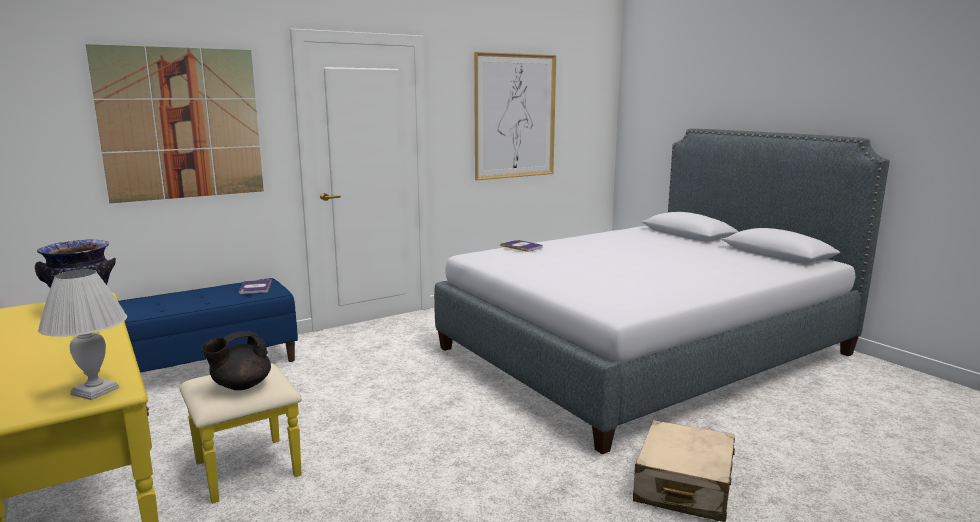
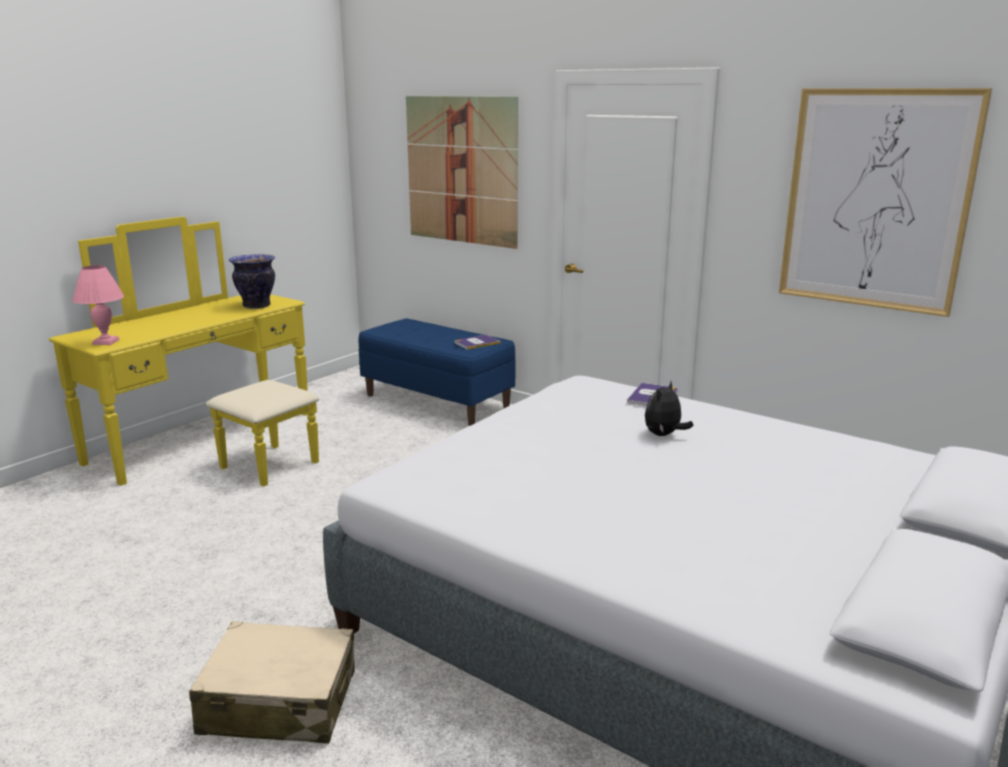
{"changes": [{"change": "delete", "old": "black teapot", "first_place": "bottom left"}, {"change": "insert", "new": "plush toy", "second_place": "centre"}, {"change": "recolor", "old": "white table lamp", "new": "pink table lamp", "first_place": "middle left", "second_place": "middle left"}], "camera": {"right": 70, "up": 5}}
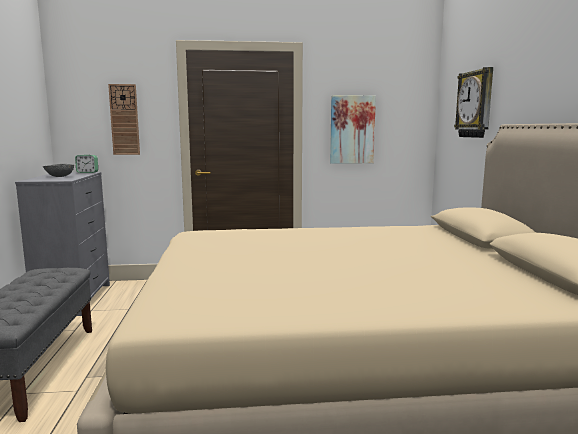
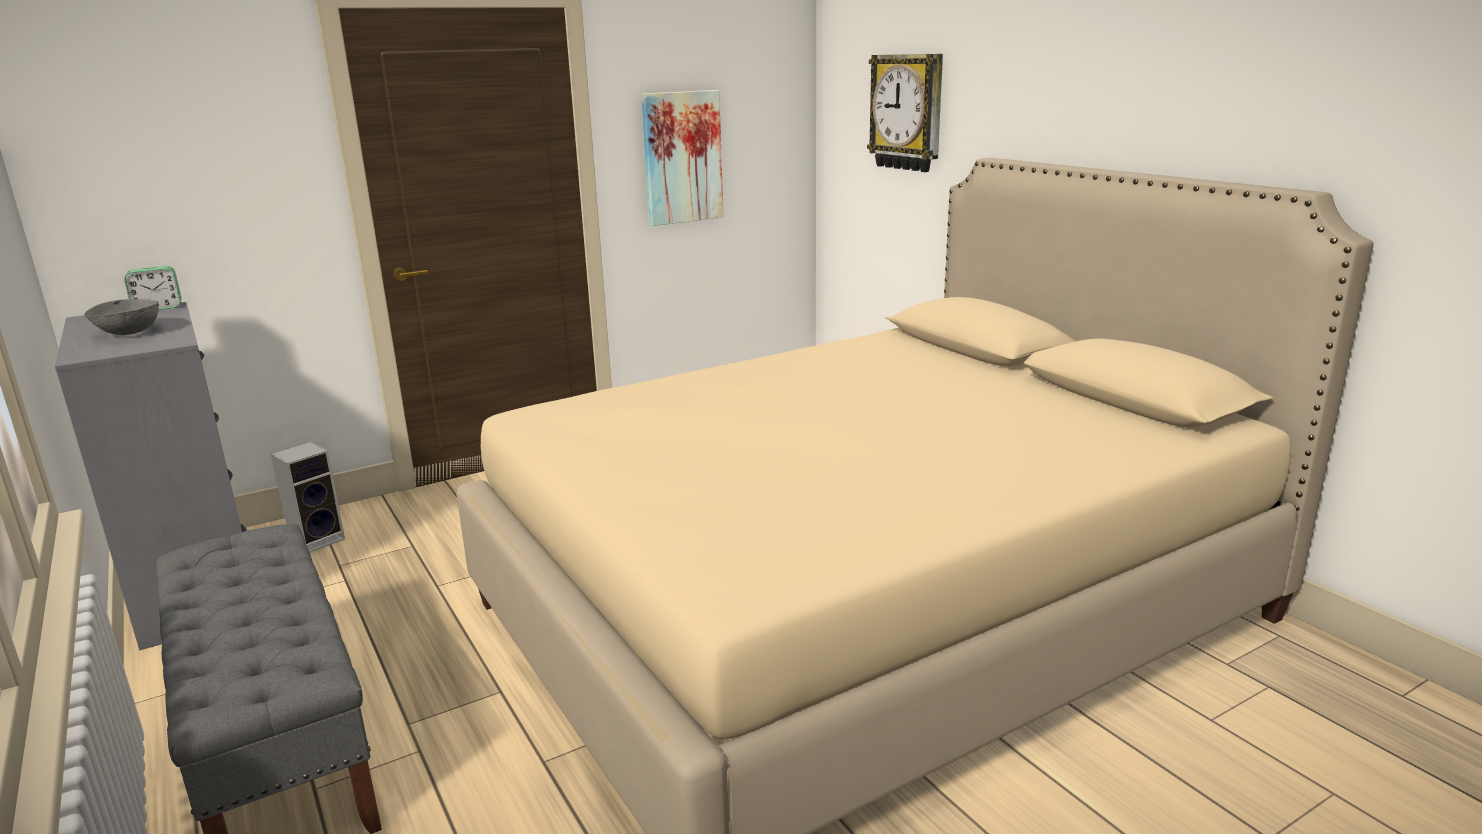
{"changes": [{"change": "delete", "old": "wall clock (1st from left)", "first_place": "top left"}, {"change": "insert", "new": "speaker", "second_place": "middle left"}], "camera": {"right": -25, "up": 10}}
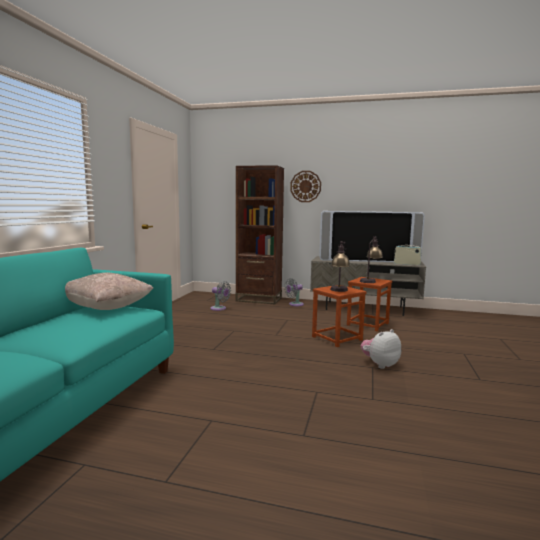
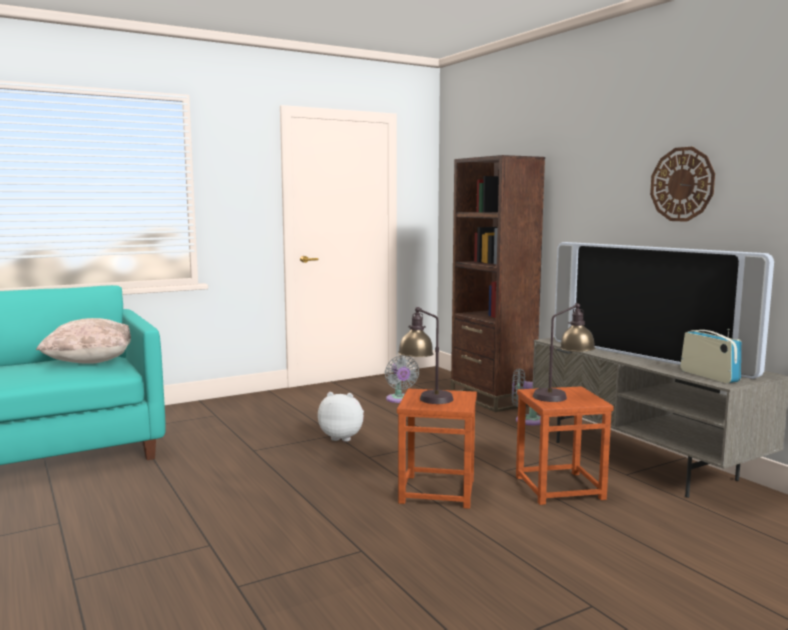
{"changes": [{"change": "move", "old": "wall clock", "first_place": "centre", "second_place": "top right"}, {"change": "move", "old": "plush toy", "first_place": "middle right", "second_place": "centre"}], "camera": {"right": 45, "up": 0}}
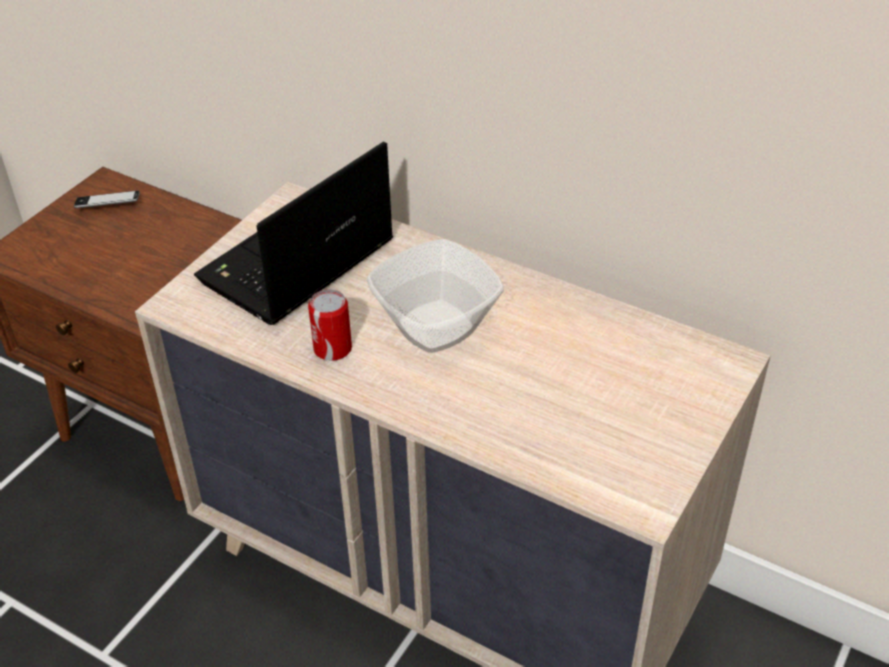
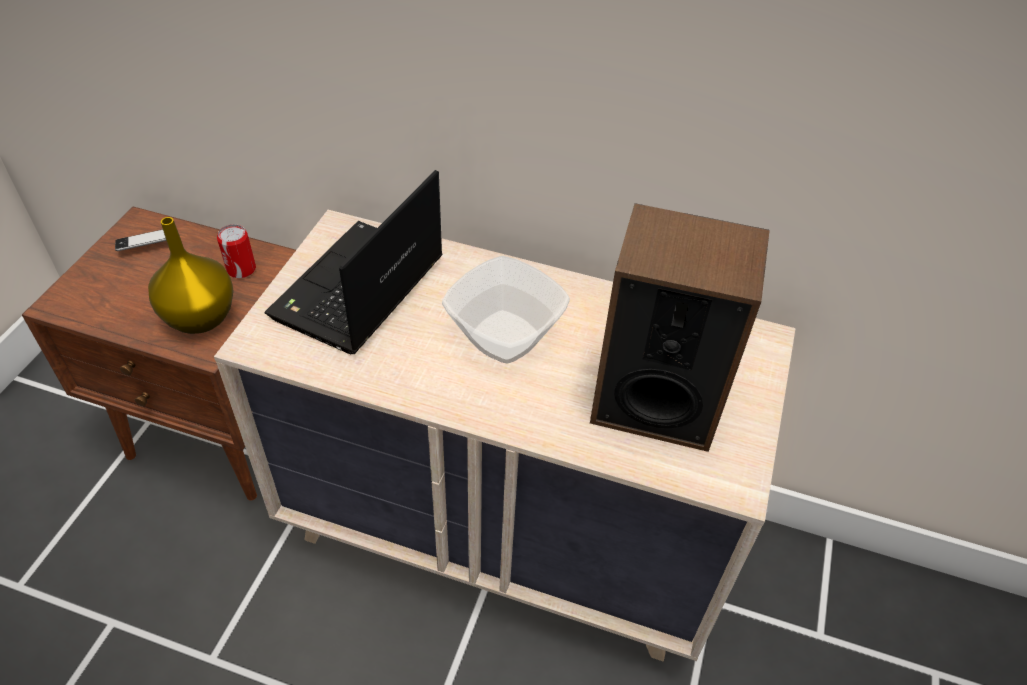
{"changes": [{"change": "insert", "new": "yellow vase", "second_place": "middle left"}, {"change": "insert", "new": "speaker", "second_place": "centre"}, {"change": "move", "old": "can", "first_place": "centre", "second_place": "middle left"}], "camera": {"right": -15, "up": 5}}
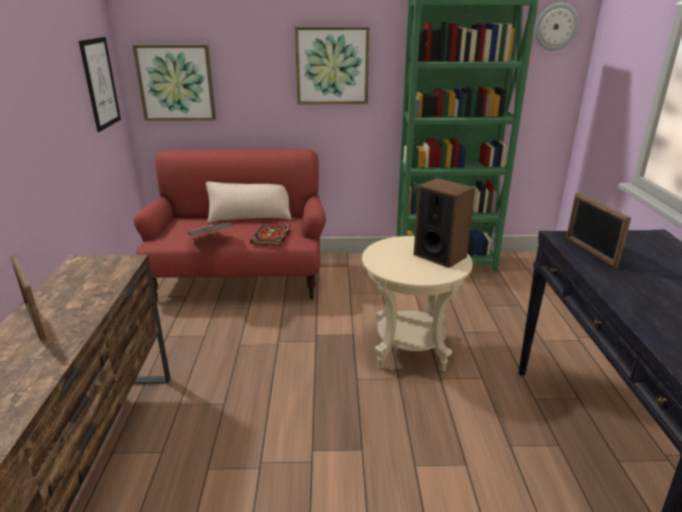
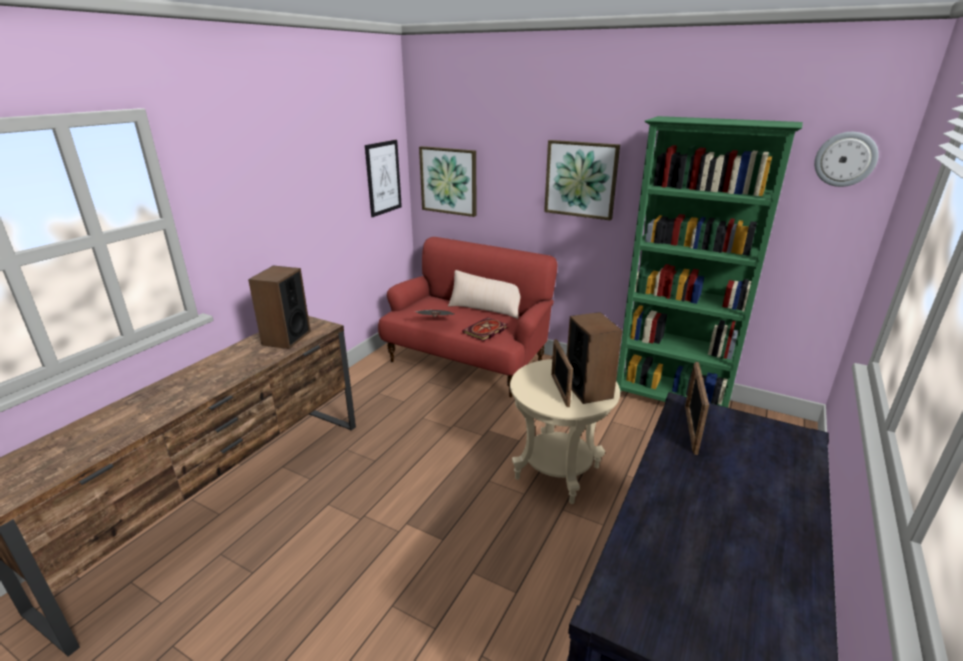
{"changes": [{"change": "insert", "new": "speaker (1st from left)", "second_place": "middle left"}, {"change": "move", "old": "picture frame (1st from left)", "first_place": "middle left", "second_place": "centre"}], "camera": {"right": 30, "up": 0}}
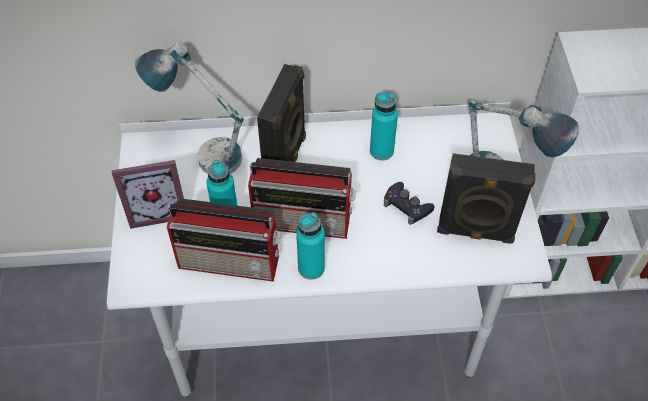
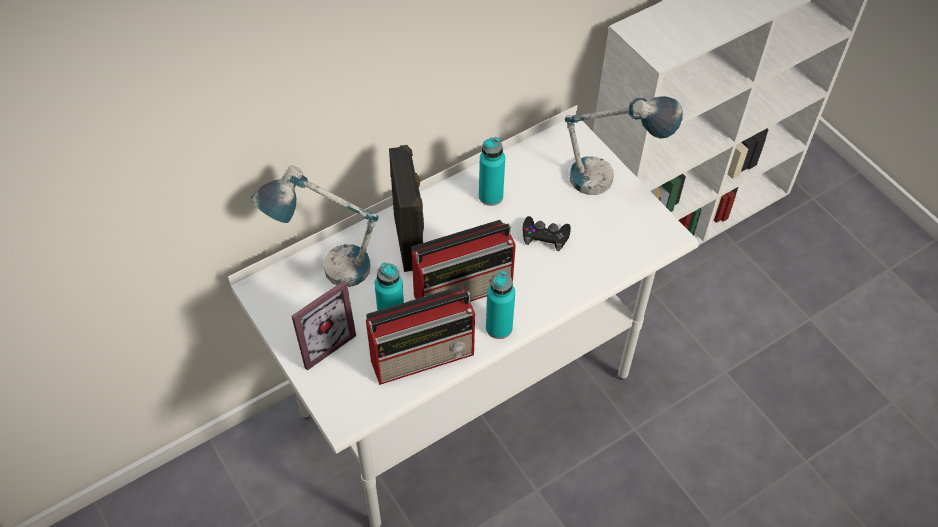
{"changes": [{"change": "delete", "old": "black speaker (2nd from left)", "first_place": "middle right"}], "camera": {"right": -30, "up": 0}}
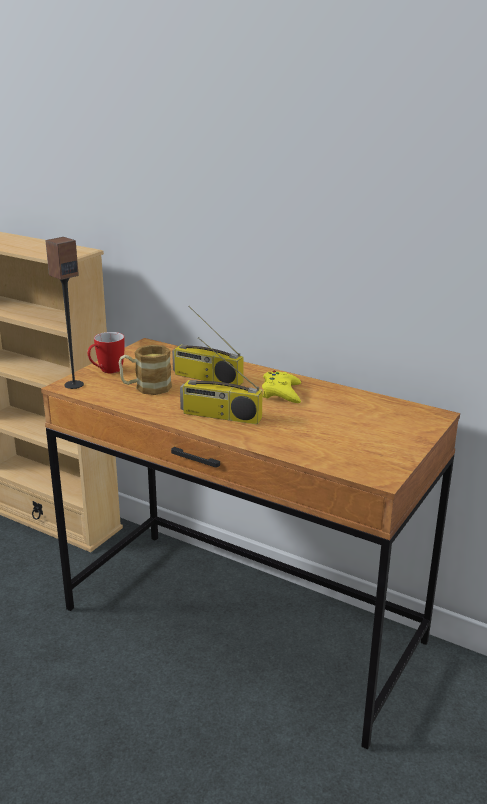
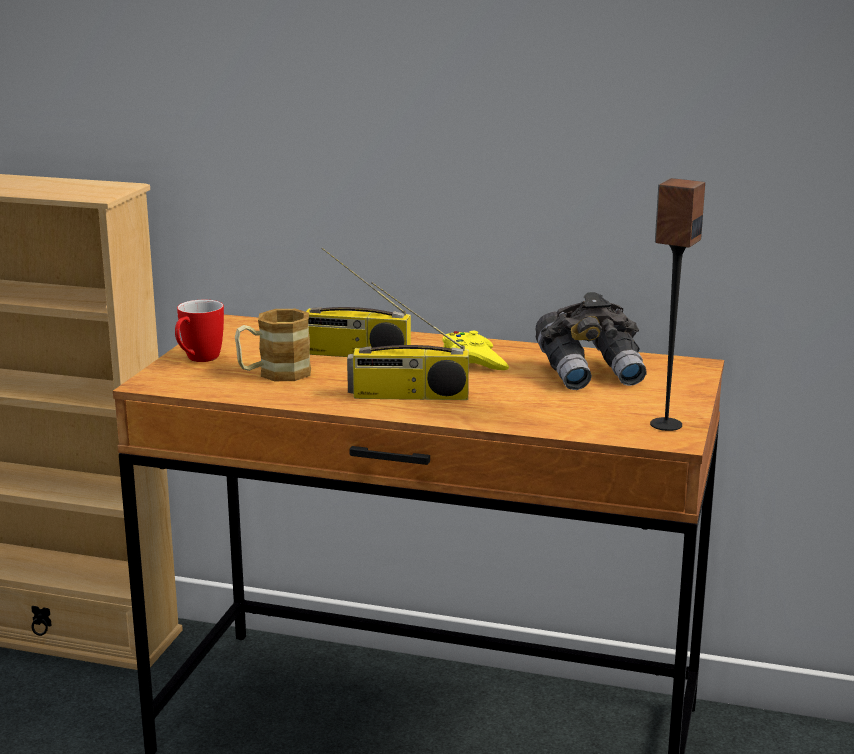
{"changes": [{"change": "insert", "new": "grey binoculars", "second_place": "middle right"}, {"change": "move", "old": "speaker", "first_place": "middle left", "second_place": "middle right"}], "camera": {"right": -15, "up": -5}}
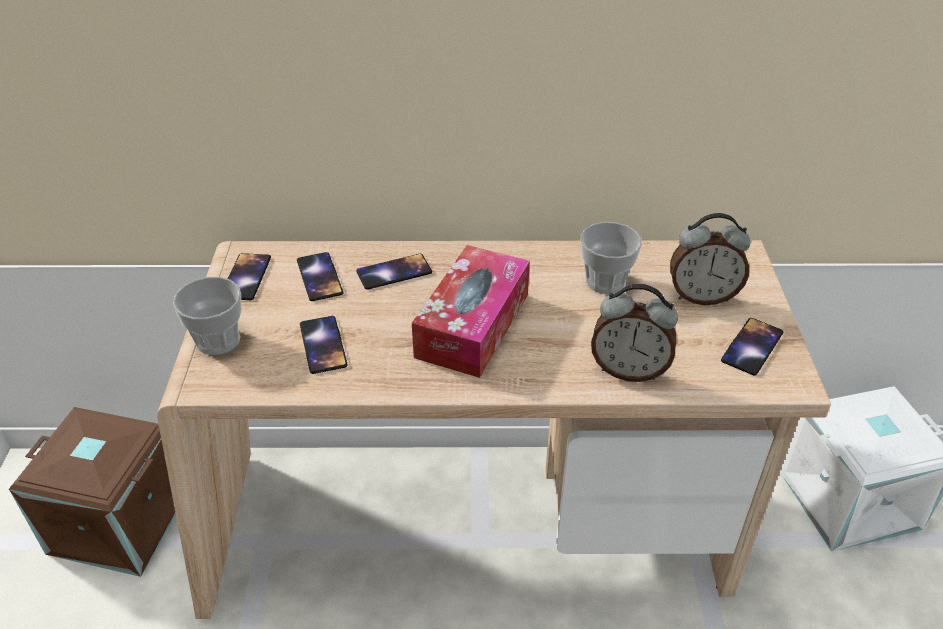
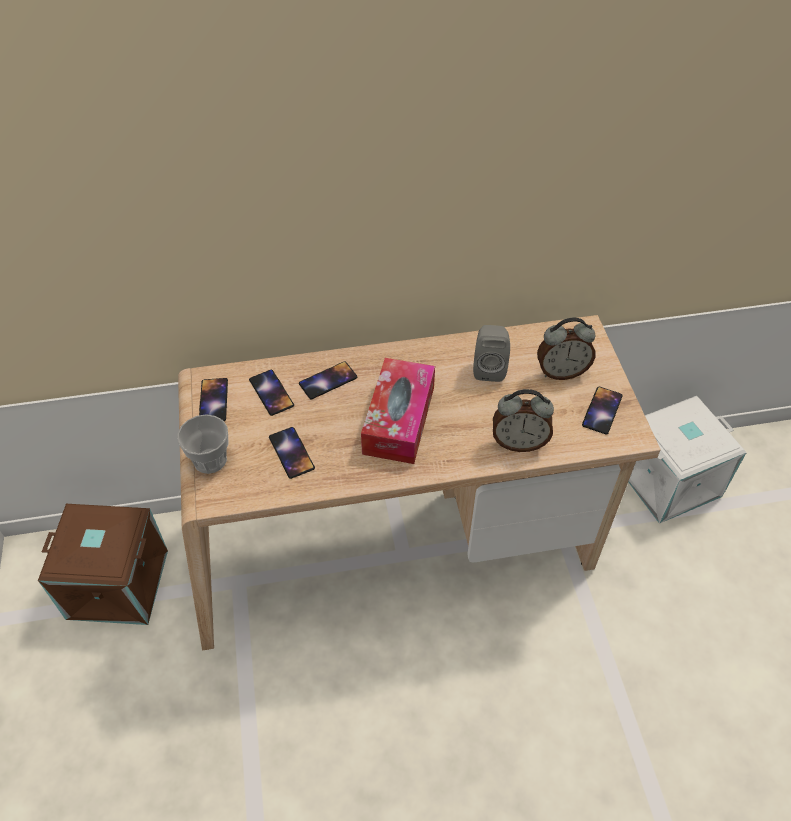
{"changes": [{"change": "replace", "old": "cup (2nd from left)", "new": "grey speaker", "first_place": "centre", "second_place": "centre"}], "camera": {"right": -10, "up": 10}}
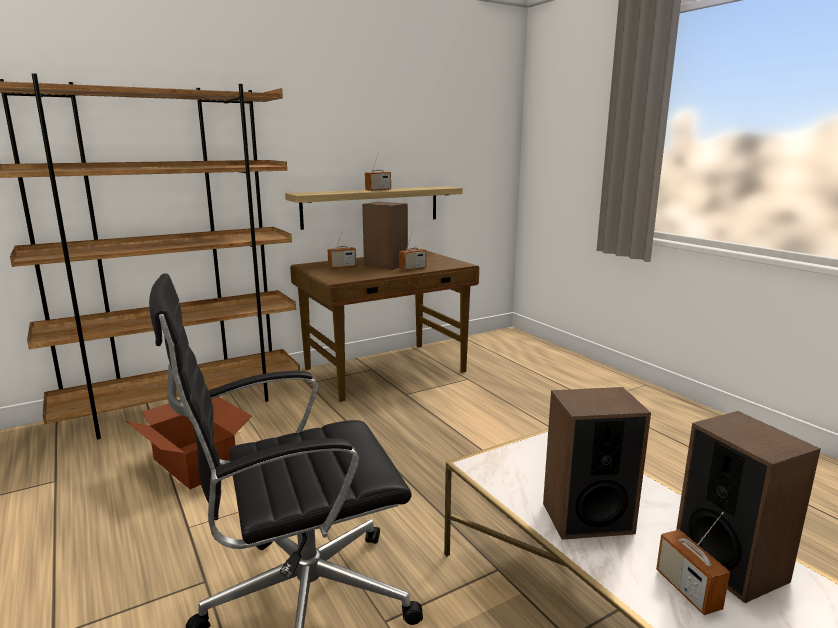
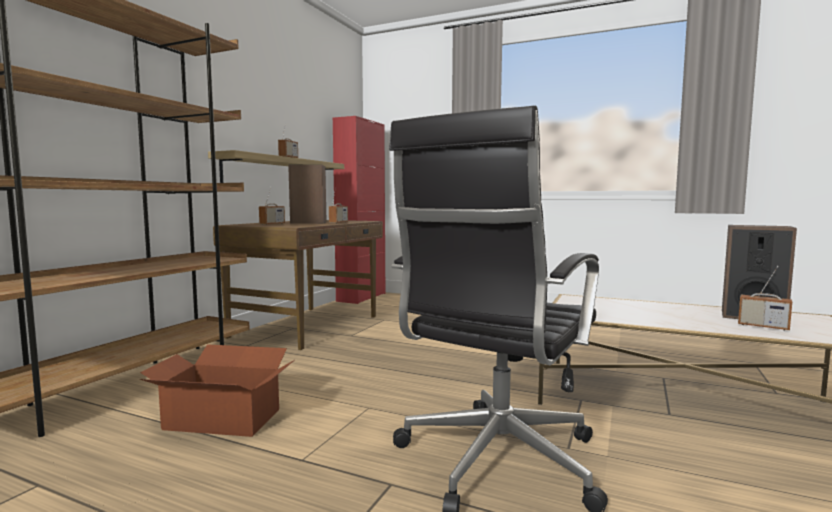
{"changes": [{"change": "delete", "old": "speaker (2nd from left)", "first_place": "bottom right"}, {"change": "insert", "new": "red cabinet", "second_place": "centre"}], "camera": {"right": -35, "up": -10}}
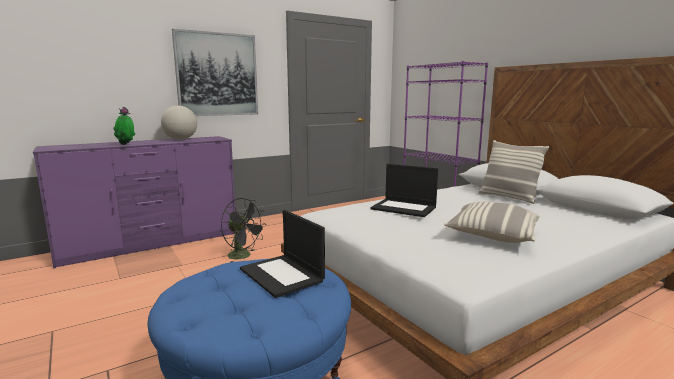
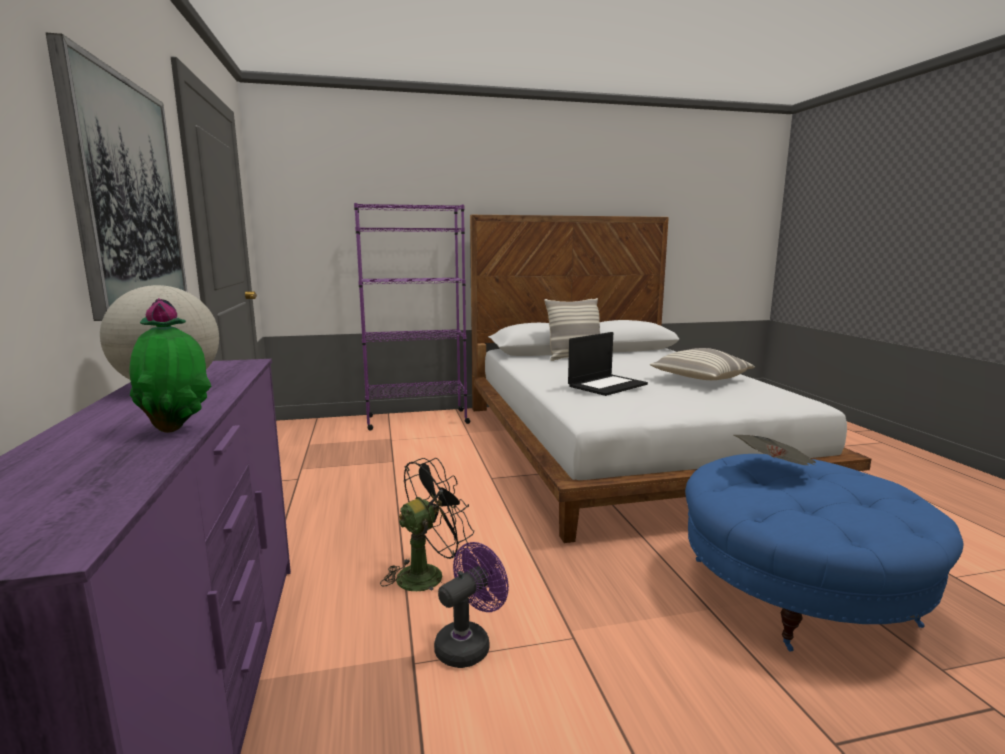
{"changes": [{"change": "insert", "new": "purple fan", "second_place": "bottom centre"}, {"change": "replace", "old": "laptop (1st from left)", "new": "newspaper", "first_place": "bottom centre", "second_place": "middle right"}], "camera": {"right": -70, "up": 0}}
